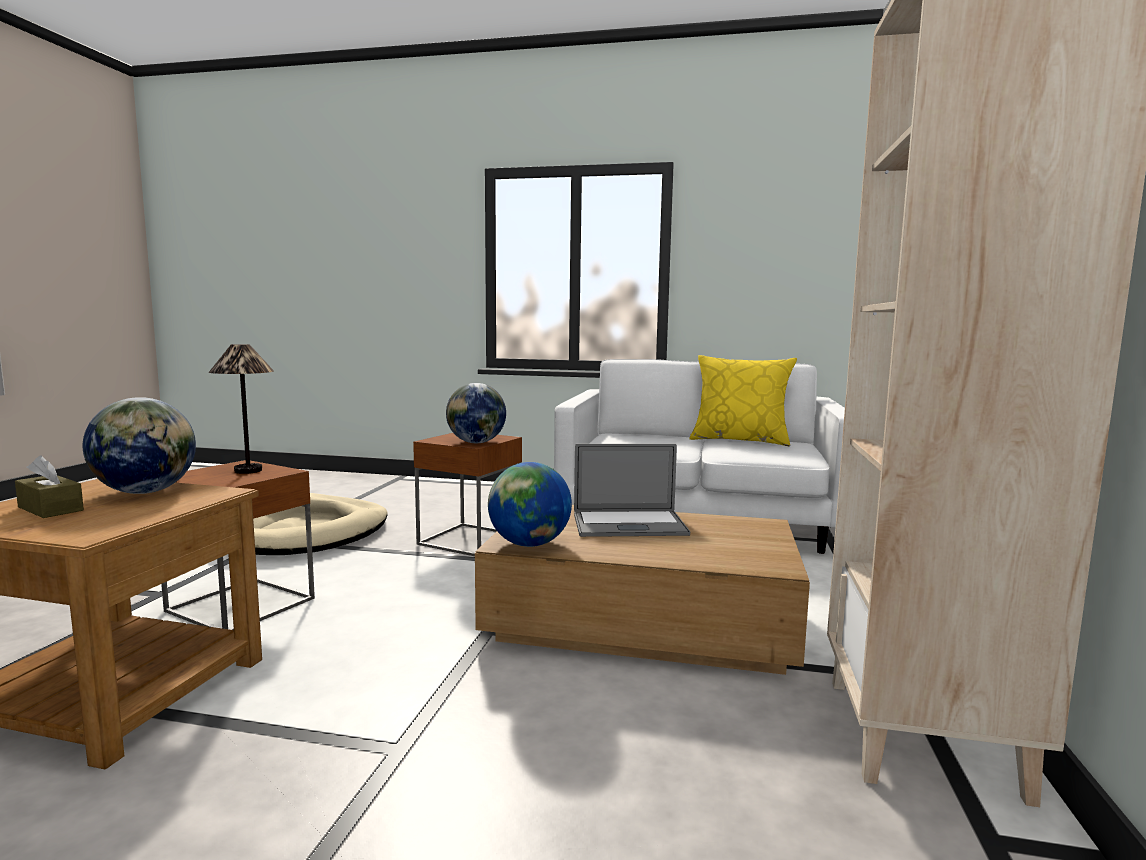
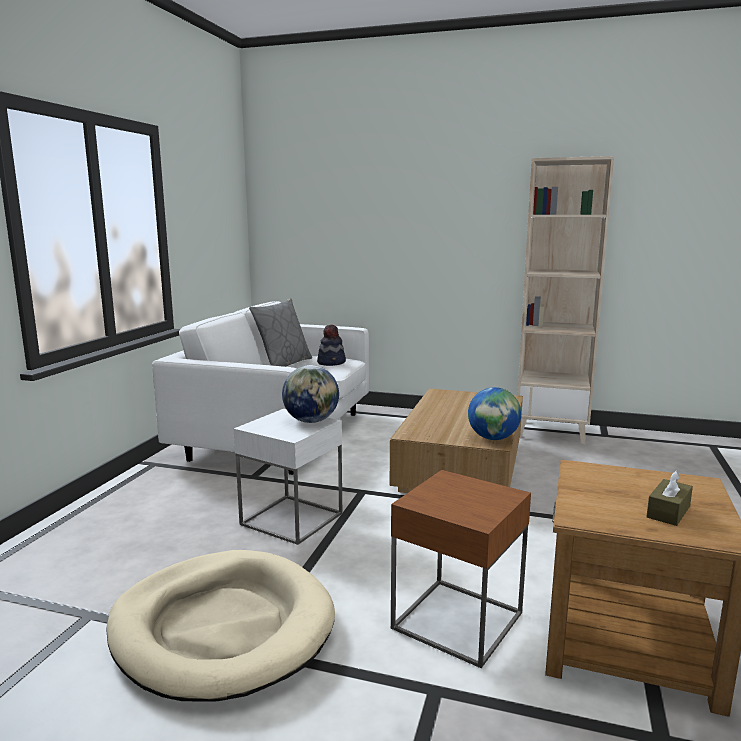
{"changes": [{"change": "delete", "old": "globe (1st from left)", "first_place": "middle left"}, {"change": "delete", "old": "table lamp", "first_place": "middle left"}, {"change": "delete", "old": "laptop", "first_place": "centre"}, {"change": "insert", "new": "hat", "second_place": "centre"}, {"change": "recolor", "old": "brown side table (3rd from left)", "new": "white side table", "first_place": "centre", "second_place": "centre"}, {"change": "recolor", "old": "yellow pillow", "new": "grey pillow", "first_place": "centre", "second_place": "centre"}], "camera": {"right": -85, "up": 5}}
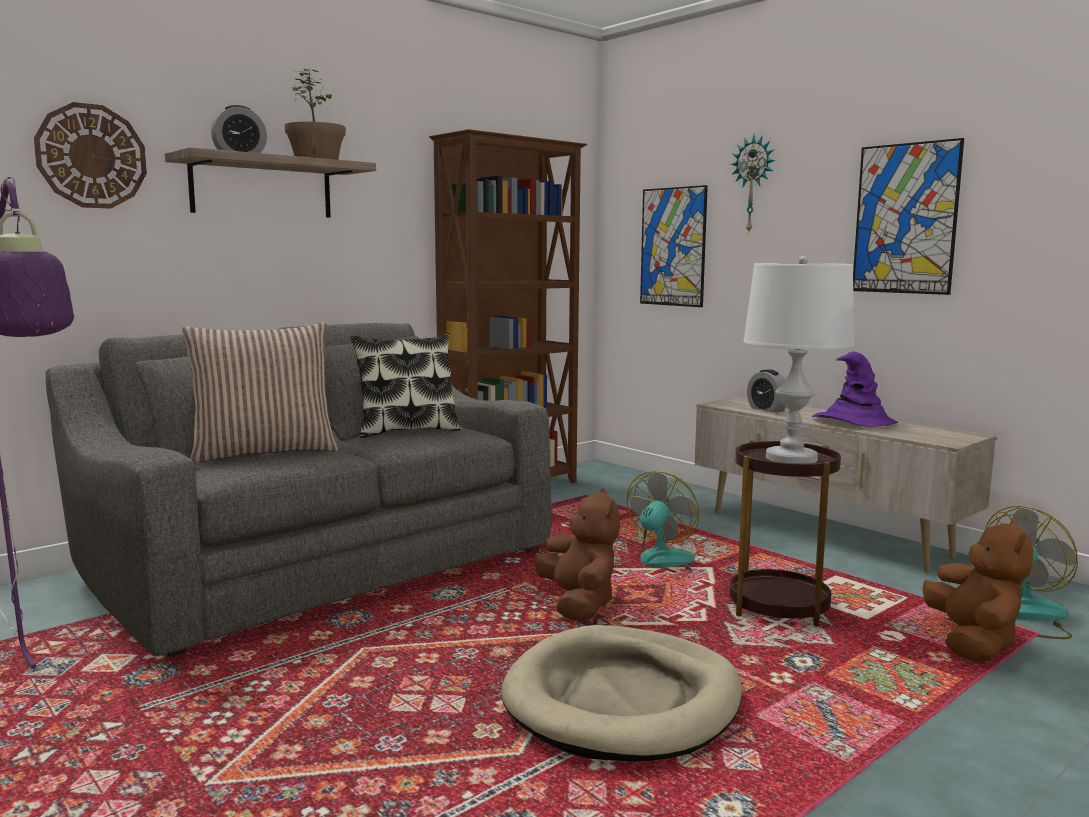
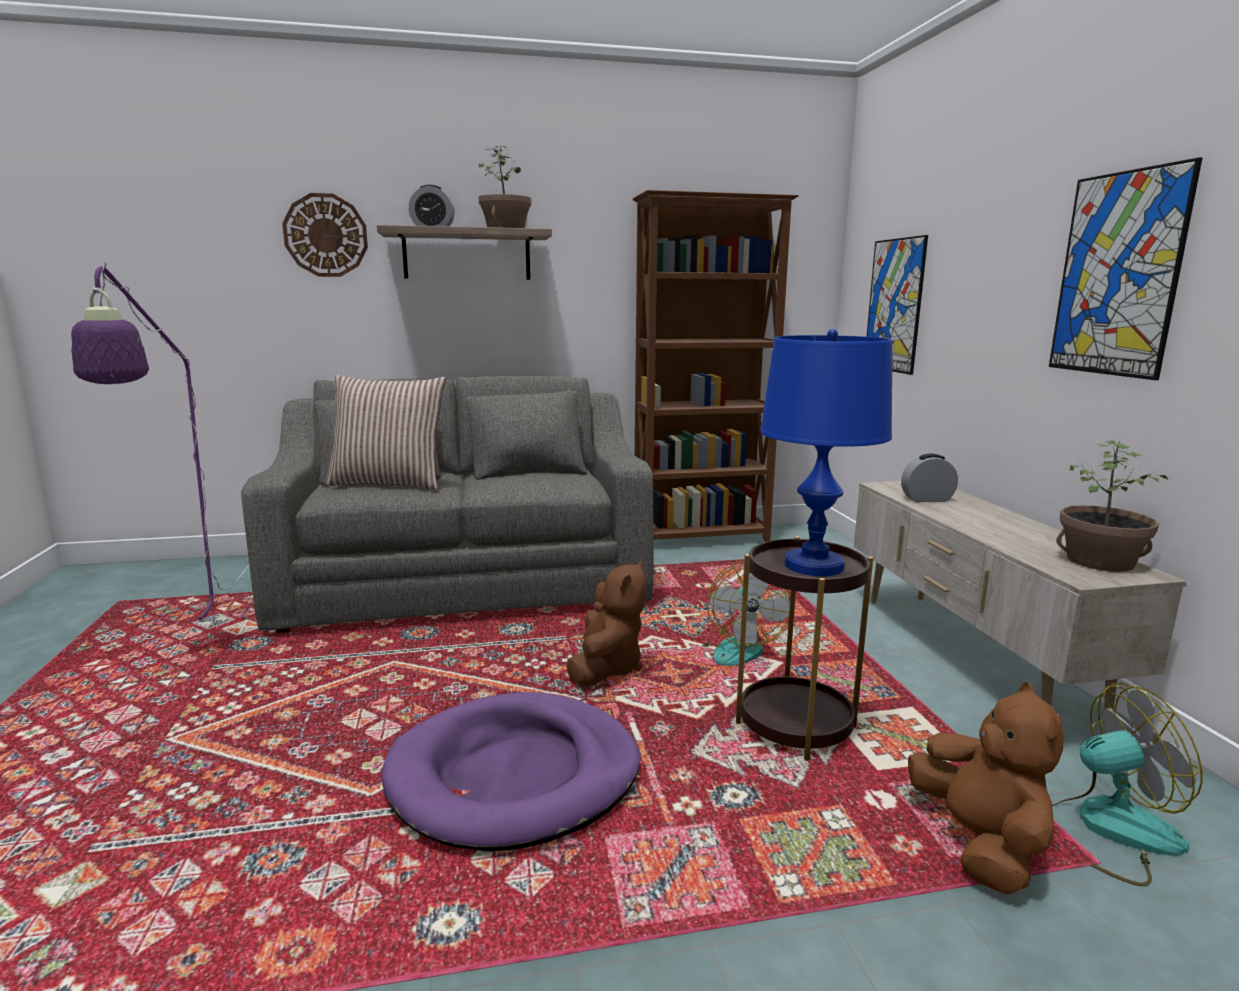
{"changes": [{"change": "delete", "old": "pillow (2nd from left)", "first_place": "centre"}, {"change": "delete", "old": "wall clock (2nd from left)", "first_place": "top right"}, {"change": "delete", "old": "purple hat", "first_place": "middle right"}, {"change": "insert", "new": "potted plant (2nd from left)", "second_place": "middle right"}, {"change": "recolor", "old": "beige dog bed", "new": "purple dog bed", "first_place": "bottom centre", "second_place": "bottom centre"}, {"change": "recolor", "old": "white table lamp", "new": "blue table lamp", "first_place": "middle right", "second_place": "middle right"}, {"change": "rotate", "old": "fan (1st from left)", "first_place": "centre", "second_place": "centre", "degrees": 120}, {"change": "rotate", "old": "alarm clock (2nd from left)", "first_place": "middle right", "second_place": "middle right", "degrees": 90}, {"change": "rotate", "old": "brown plush toy (2nd from left)", "first_place": "bottom right", "second_place": "bottom right", "degrees": -45}], "camera": {"right": 30, "up": 5}}
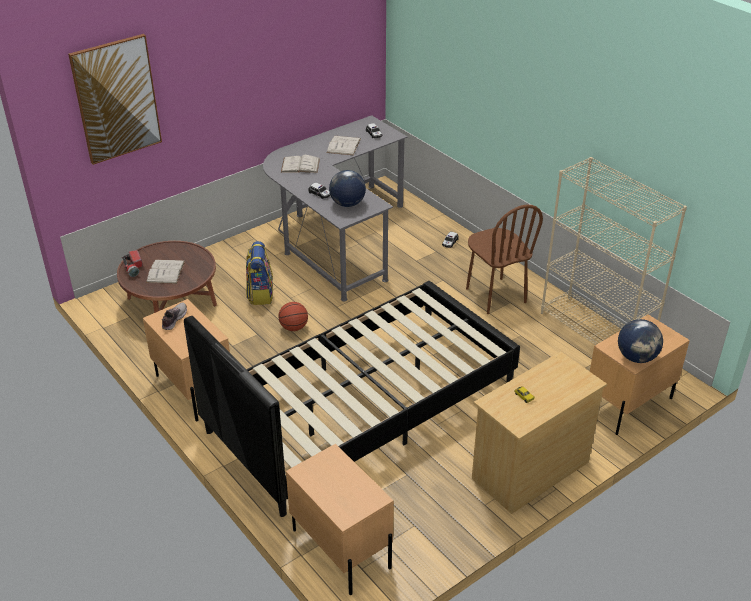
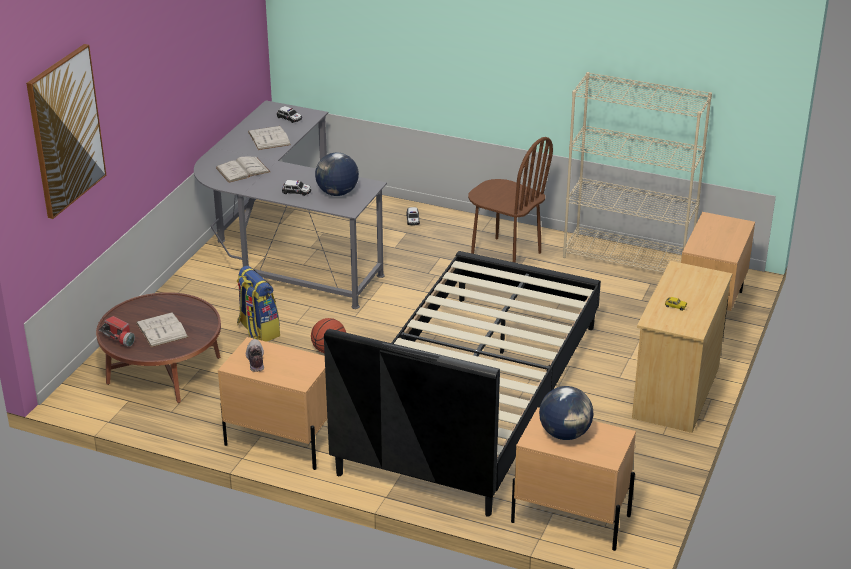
{"changes": [{"change": "move", "old": "globe (2nd from left)", "first_place": "middle right", "second_place": "bottom centre"}], "camera": {"right": -30, "up": -5}}
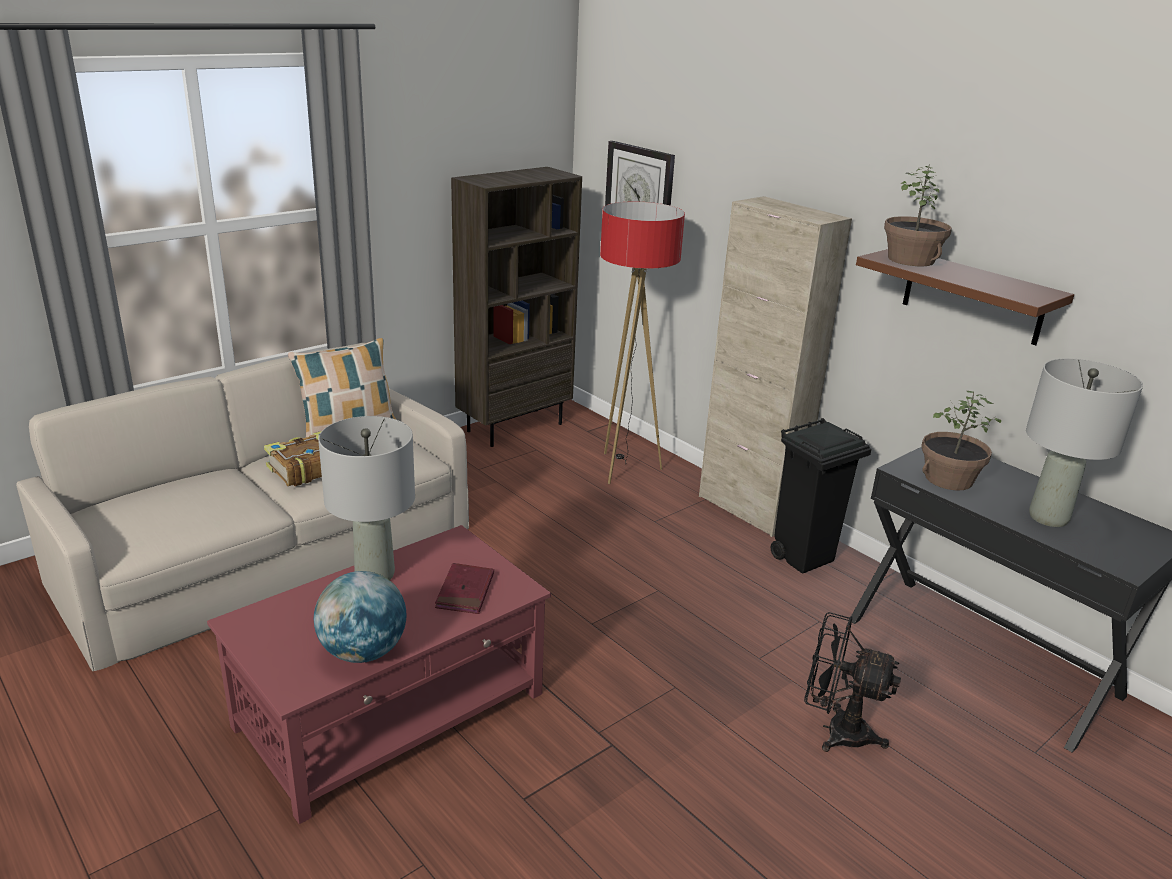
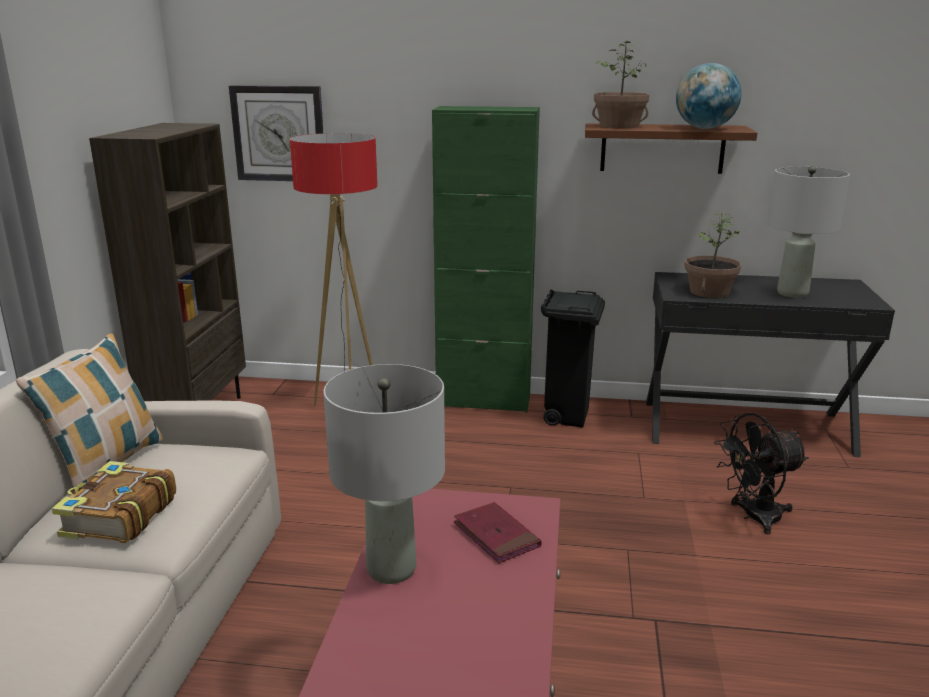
{"changes": [{"change": "move", "old": "globe", "first_place": "bottom left", "second_place": "top right"}, {"change": "recolor", "old": "beige cabinet", "new": "green cabinet", "first_place": "centre", "second_place": "centre"}], "camera": {"right": -40, "up": -5}}
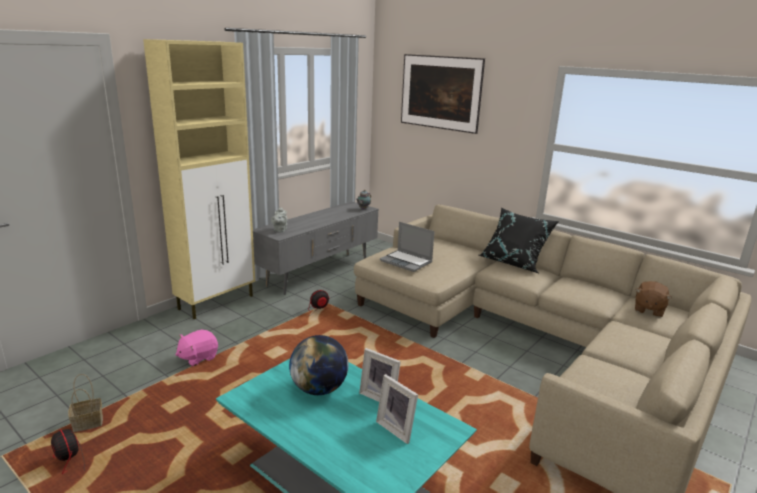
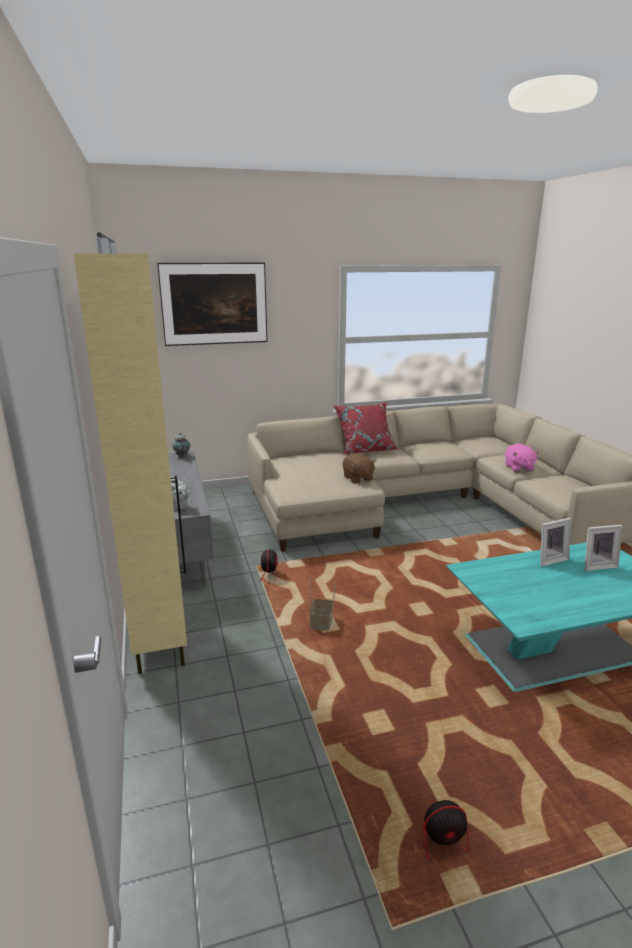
{"changes": [{"change": "delete", "old": "globe", "first_place": "bottom centre"}, {"change": "delete", "old": "laptop", "first_place": "centre"}, {"change": "move", "old": "basket", "first_place": "bottom left", "second_place": "centre"}, {"change": "move", "old": "pink plush toy", "first_place": "bottom left", "second_place": "middle right"}, {"change": "move", "old": "brown plush toy", "first_place": "middle right", "second_place": "centre"}, {"change": "recolor", "old": "black pillow", "new": "red pillow", "first_place": "middle right", "second_place": "centre"}], "camera": {"right": -55, "up": 0}}
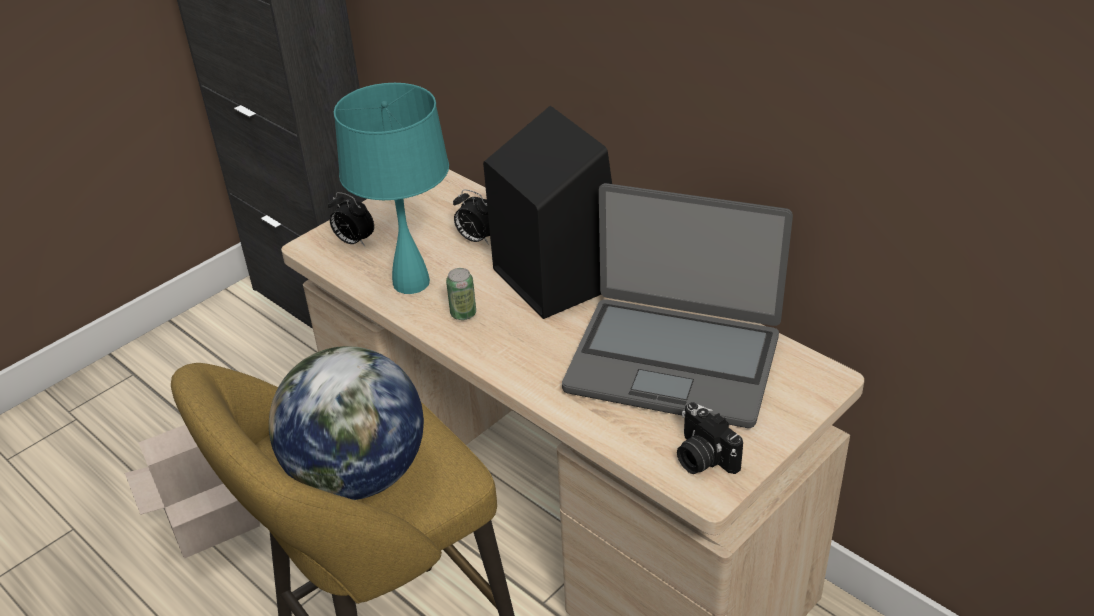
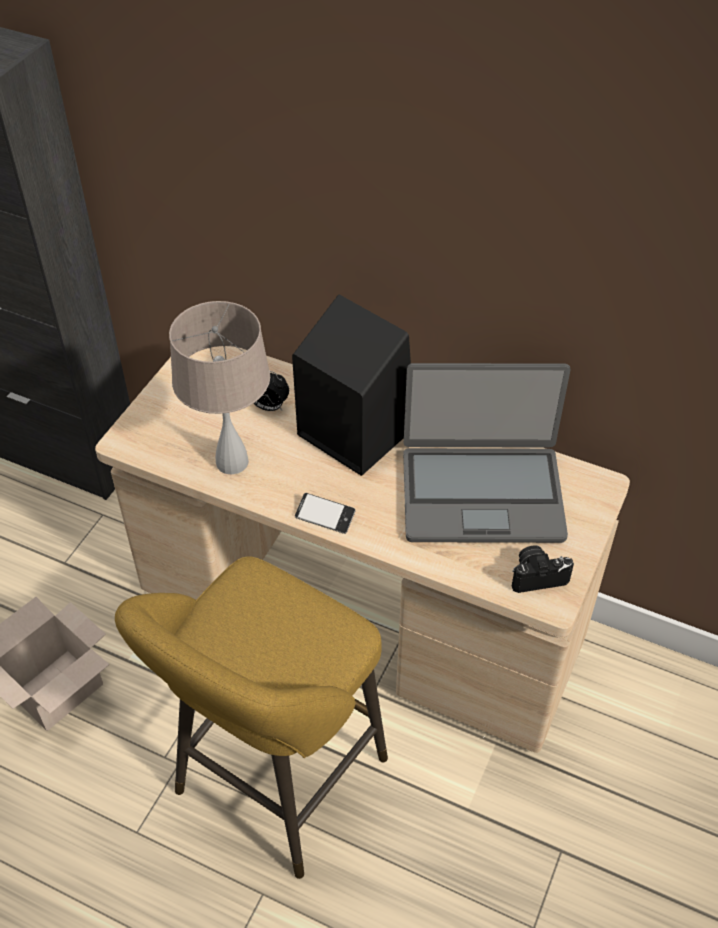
{"changes": [{"change": "delete", "old": "globe", "first_place": "bottom left"}, {"change": "delete", "old": "alarm clock (1st from left)", "first_place": "middle left"}, {"change": "delete", "old": "can", "first_place": "centre"}, {"change": "insert", "new": "phone", "second_place": "centre"}, {"change": "recolor", "old": "turquoise table lamp", "new": "beige table lamp", "first_place": "top centre", "second_place": "middle left"}, {"change": "rotate", "old": "photo camera", "first_place": "bottom centre", "second_place": "middle right", "degrees": 135}], "camera": {"right": -20, "up": 10}}
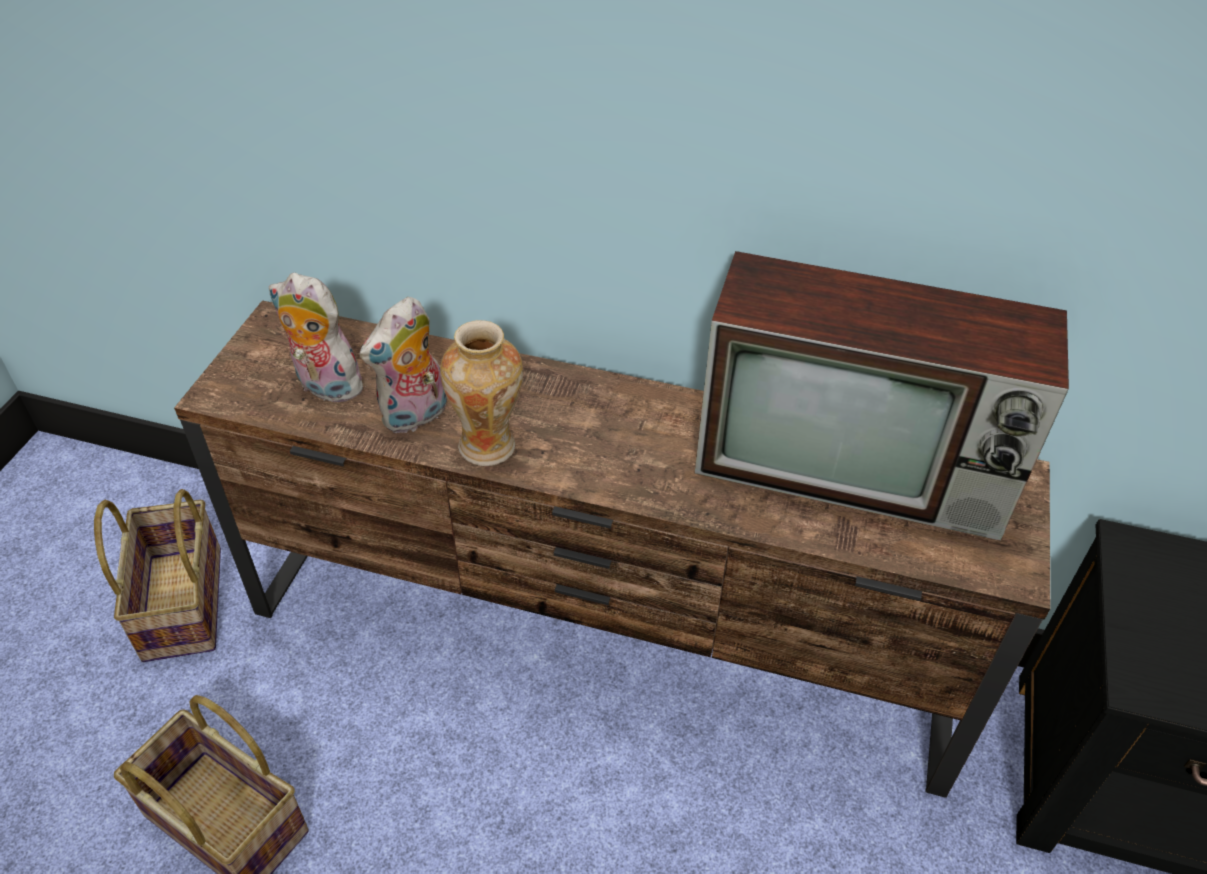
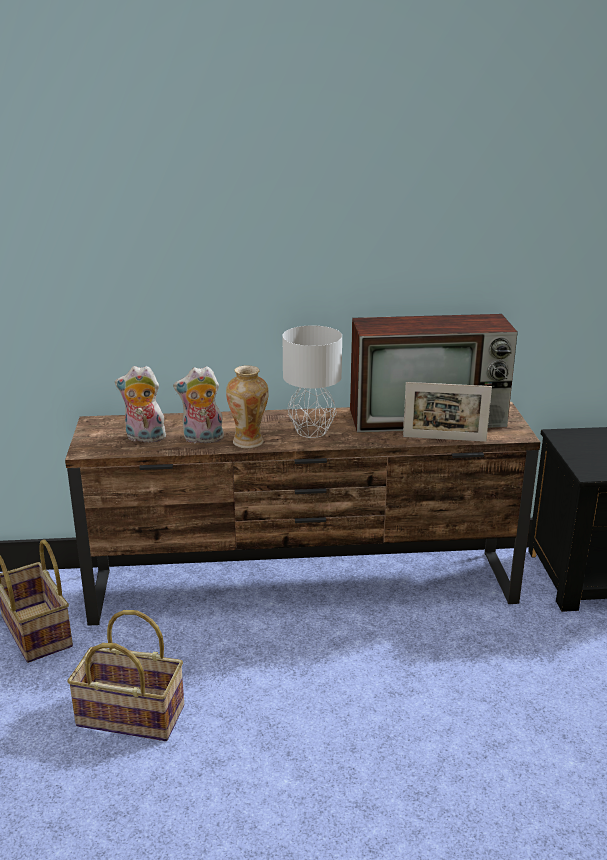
{"changes": [{"change": "insert", "new": "grey table lamp", "second_place": "centre"}, {"change": "insert", "new": "picture frame", "second_place": "middle right"}, {"change": "rotate", "old": "plush toy (2nd from left)", "first_place": "centre", "second_place": "middle left", "degrees": 60}], "camera": {"right": -20, "up": -20}}
